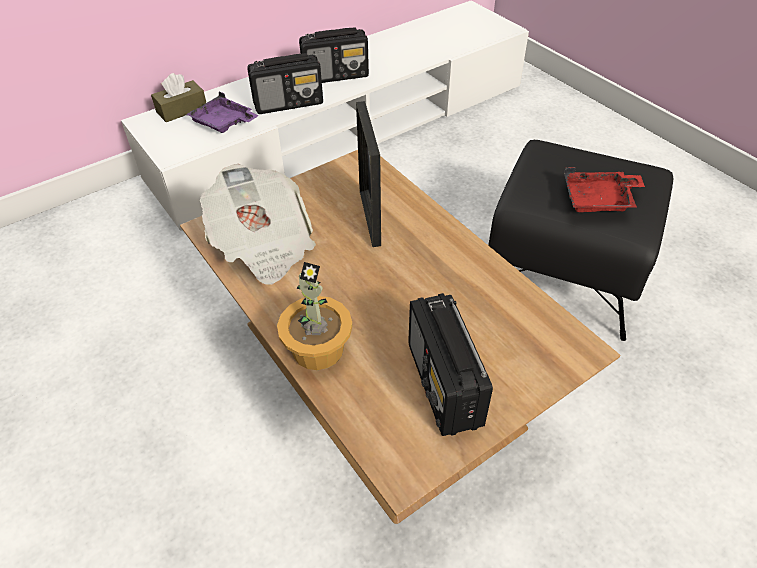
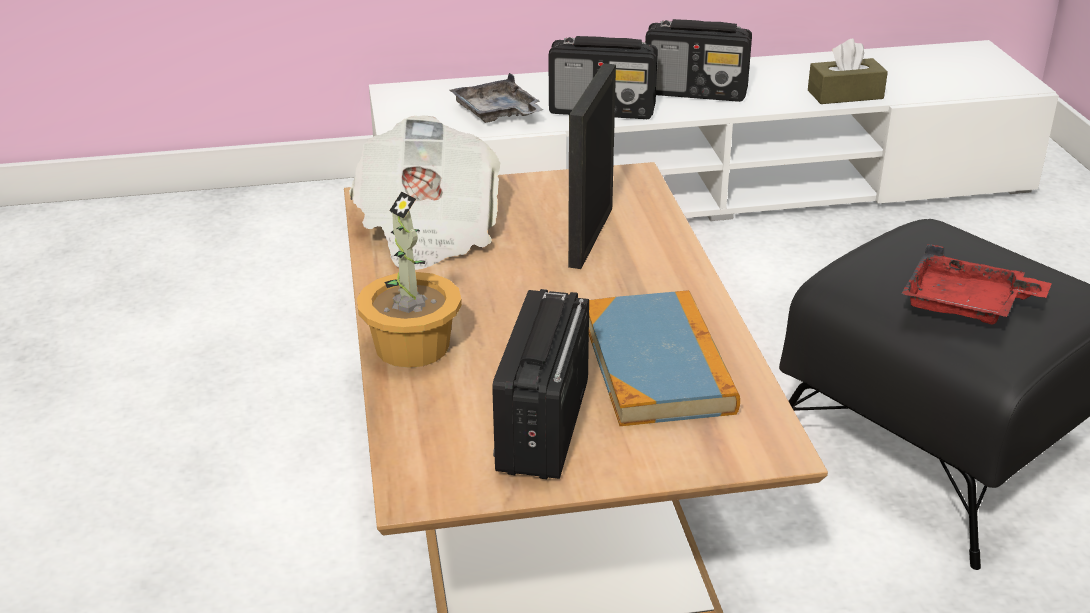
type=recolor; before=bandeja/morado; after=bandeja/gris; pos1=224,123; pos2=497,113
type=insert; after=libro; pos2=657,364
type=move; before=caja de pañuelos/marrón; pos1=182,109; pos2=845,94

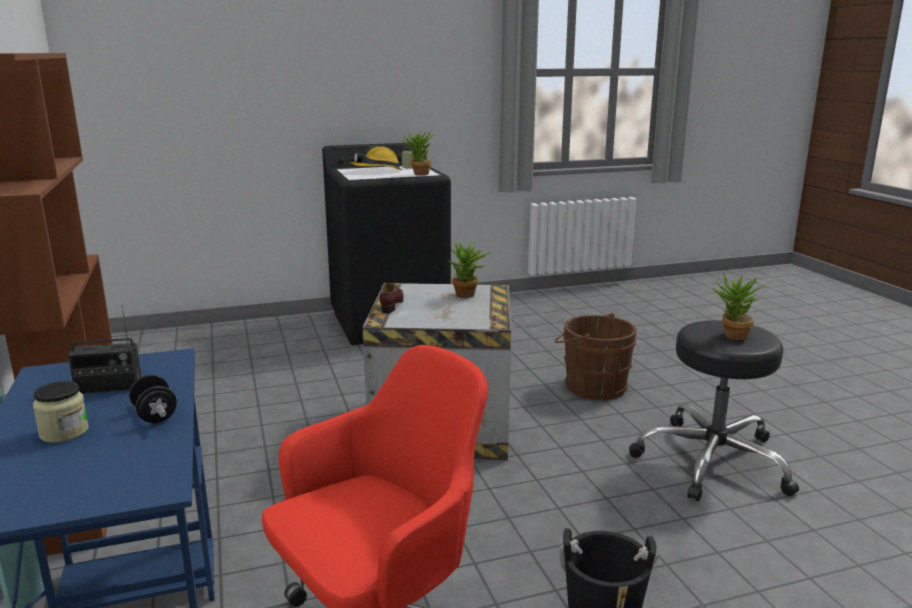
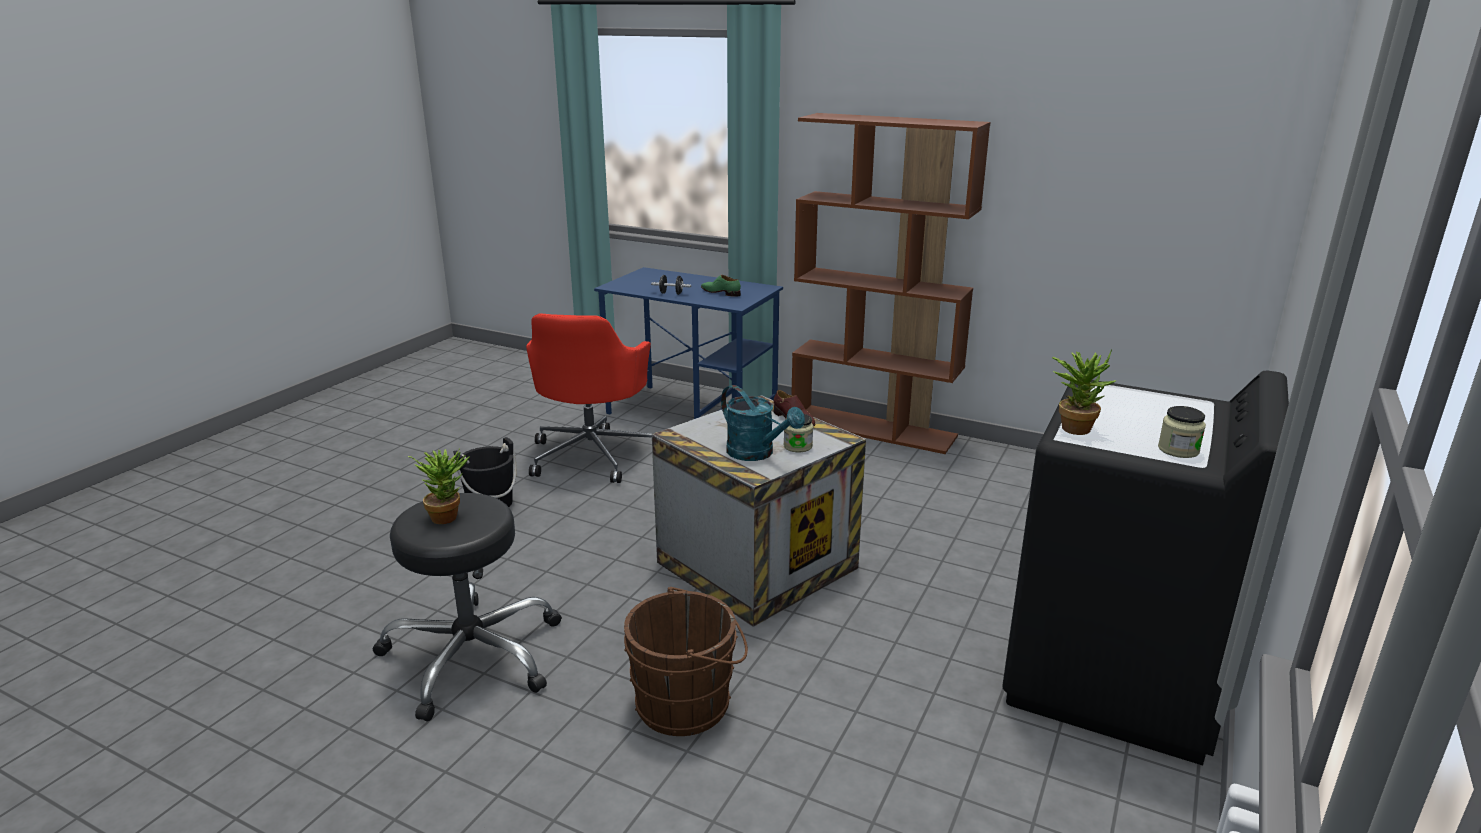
type=replace; before=radio; after=zapato/verde; pos1=109,387; pos2=720,292
type=replace; before=planta en maceta; after=regadera/turquesa; pos1=468,296; pos2=757,453
type=move; before=tarro; pos1=64,432; pos2=798,446
type=delete; before=casco; pos1=377,171

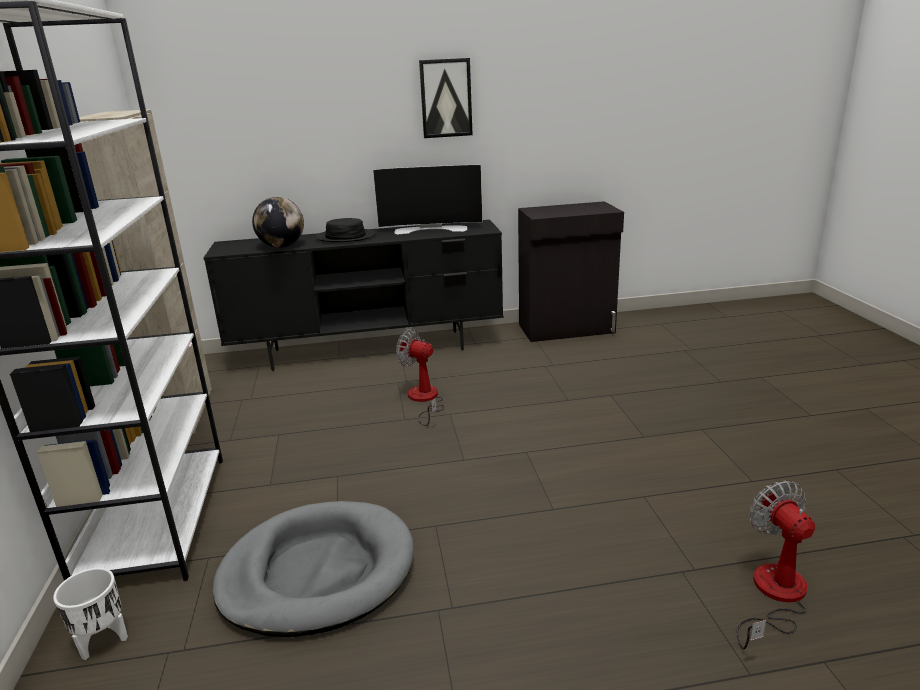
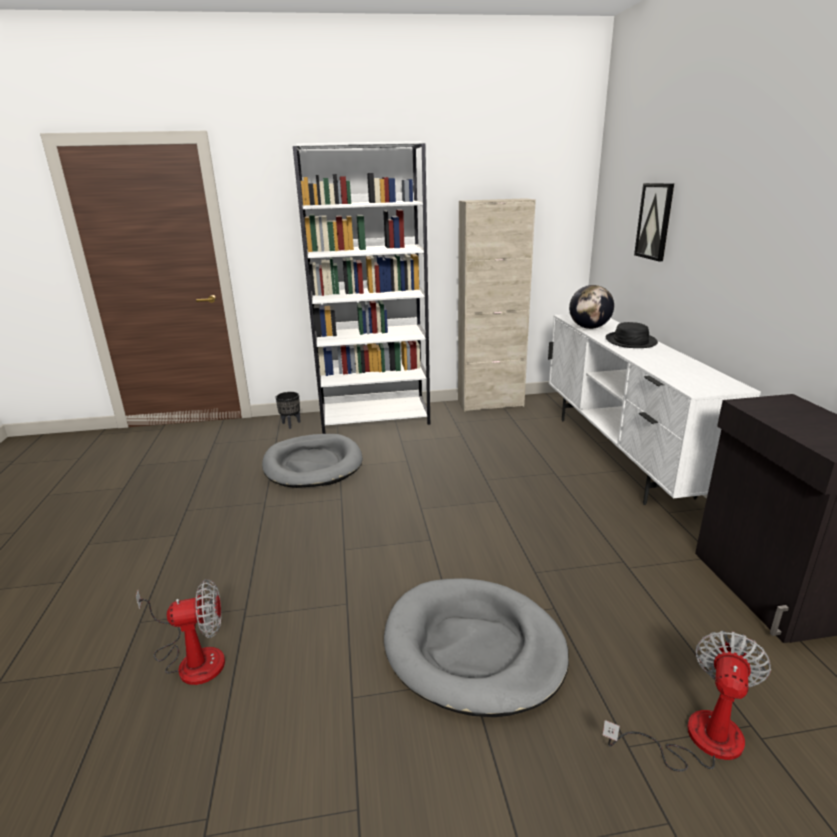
type=recolor; before=maceta/blanco; after=maceta/negro; pos1=103,640; pos2=291,424
type=insert; after=cama para perro/gris; pos2=473,648
type=recolor; before=mueble de televisión/negro; after=mueble de televisión/blanco; pos1=370,350; pos2=620,455
type=move; before=ventilador; pos1=424,400; pos2=696,739
type=move; before=cuadro; pos1=446,98; pos2=655,221
type=delete; before=televisor; pos1=431,229

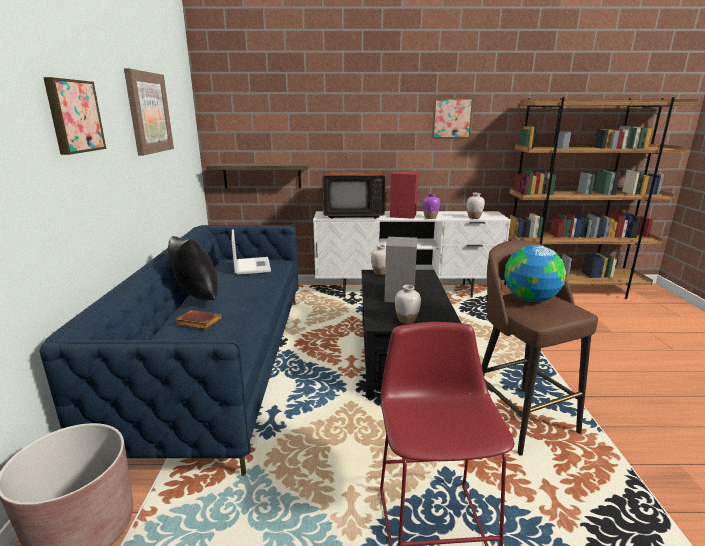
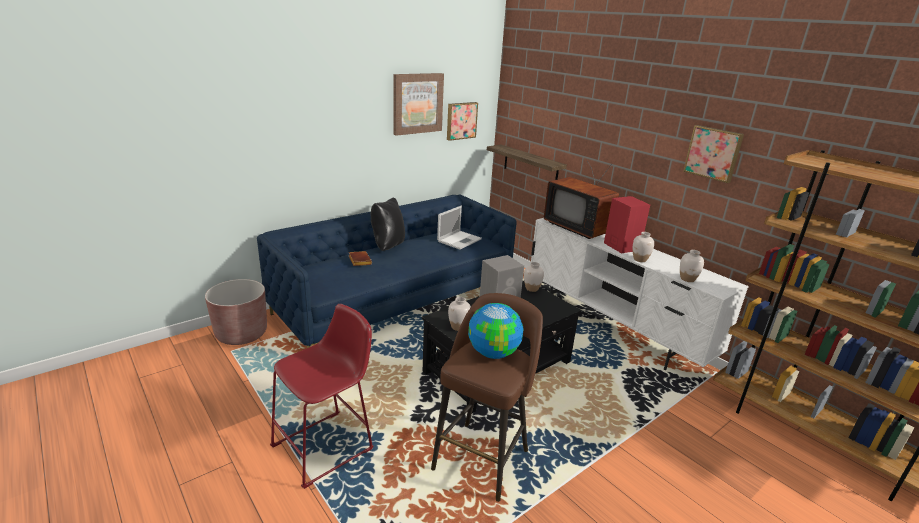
type=move; before=cuadro; pos1=73,116; pos2=461,120
type=recolor; before=florero/morado; after=florero/blanco; pos1=430,217; pos2=640,259

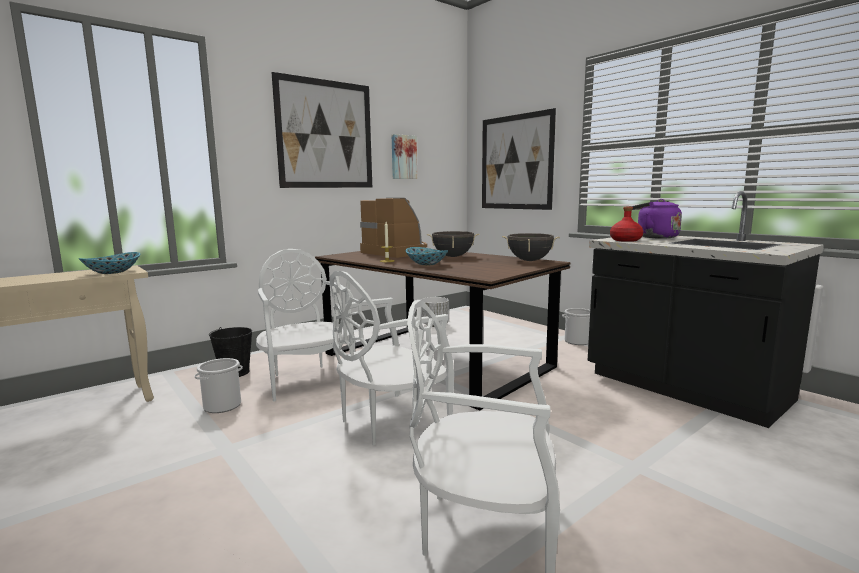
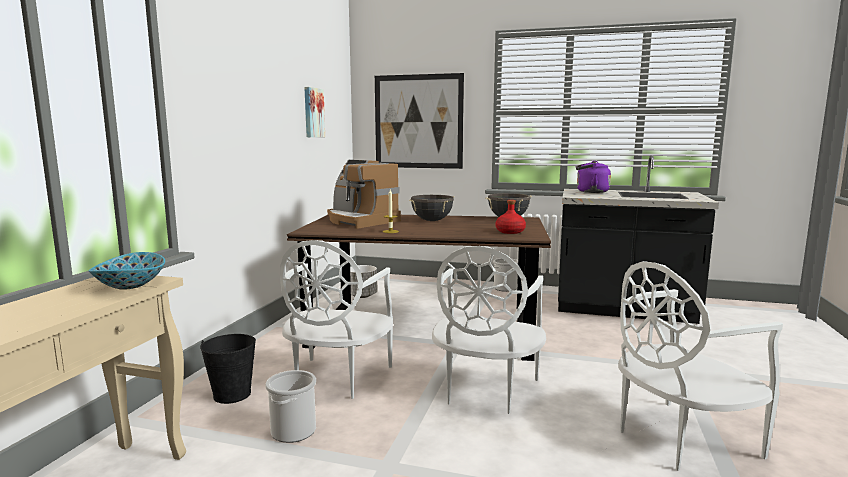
type=rotate; before=silla/blanco; pos1=307,380; pos2=337,379; turn=-105
type=rotate; before=cafetera; pos1=396,252; pos2=360,221; turn=-150
type=move; before=botella/rojo; pos1=625,240; pos2=510,232
type=delete; before=cuadro; pos1=325,134
type=delete; before=cuenco; pos1=426,264

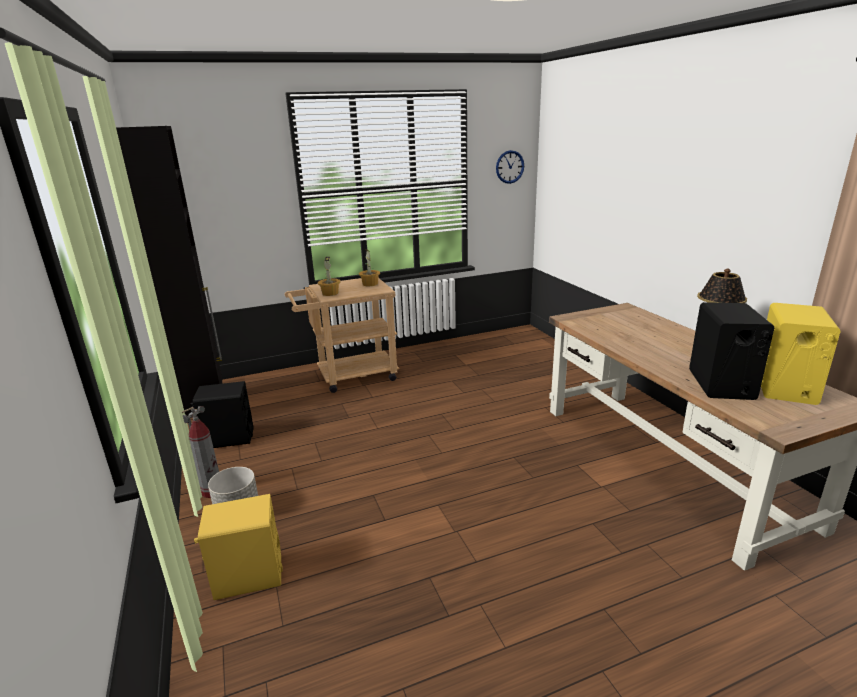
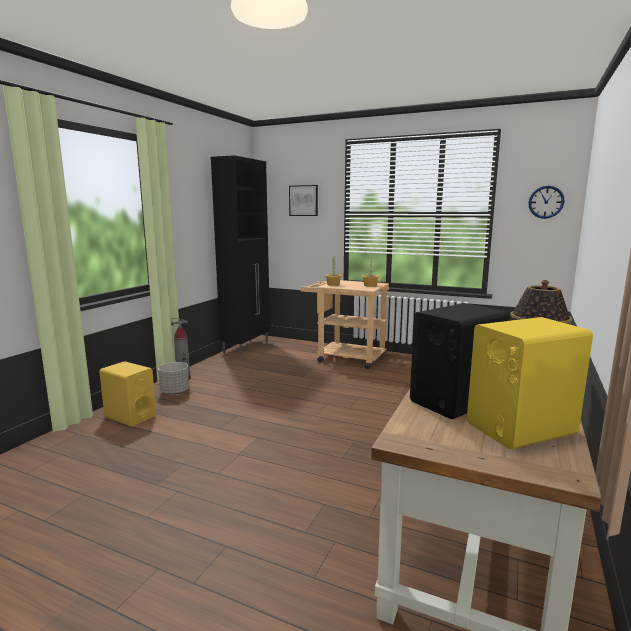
type=insert; after=cuadro; pos2=303,200
type=delete; before=altavoz/negro; pos1=229,438

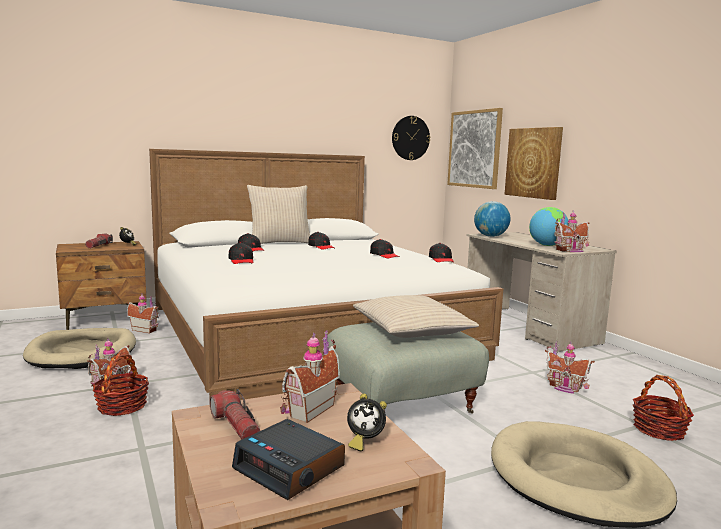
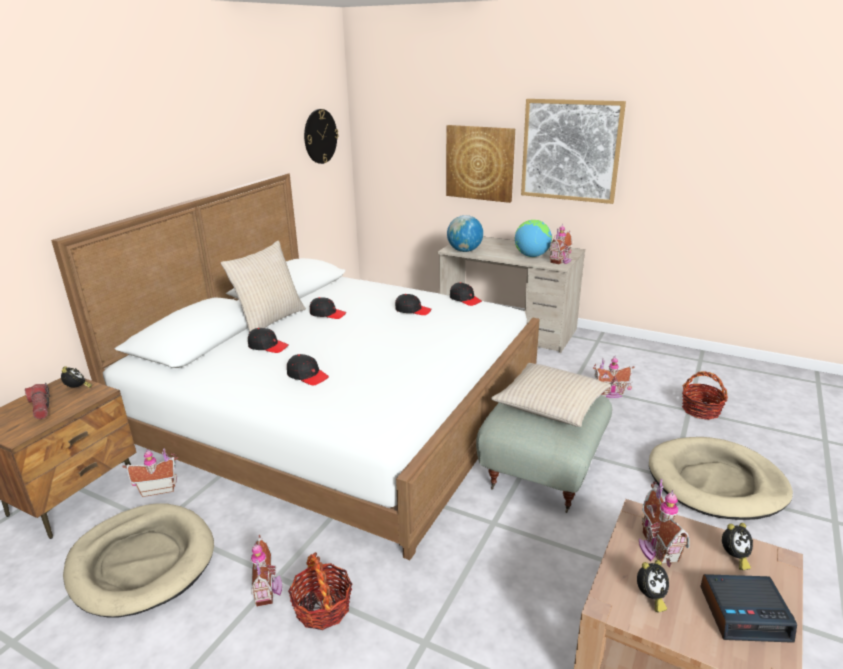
type=move; before=cuadro; pos1=474,149; pos2=570,150
type=replace; before=linterna; after=despertador; pos1=236,426; pos2=650,598

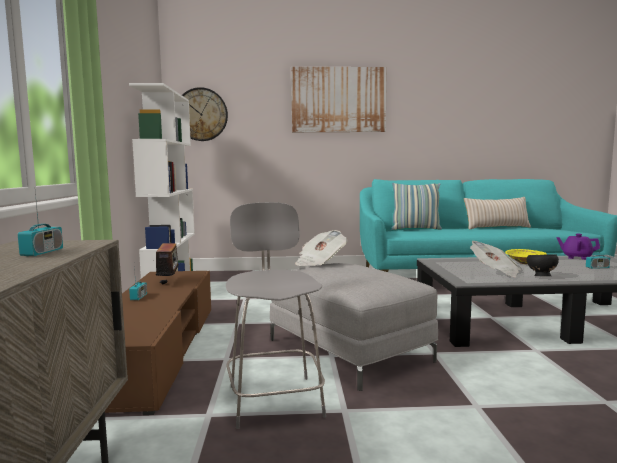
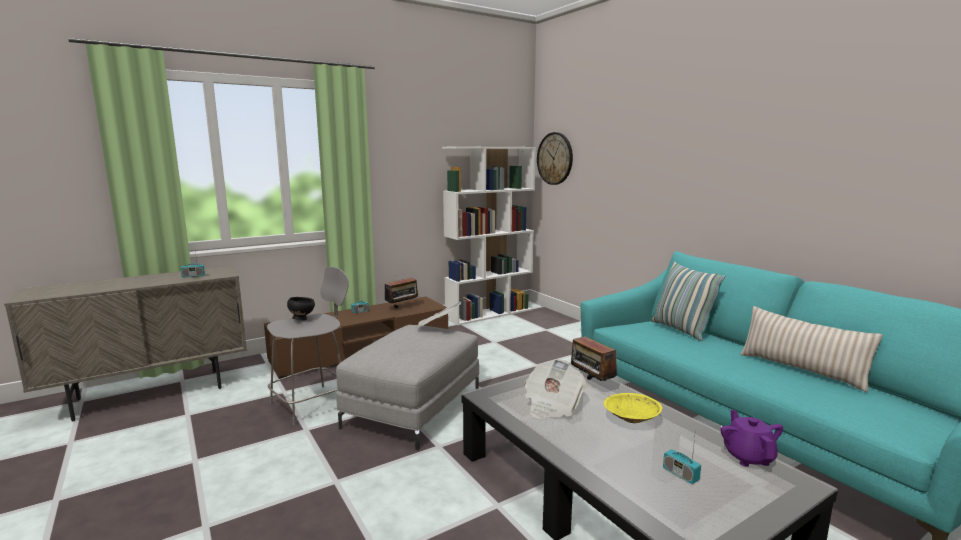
type=move; before=cuenco/negro; pos1=541,277; pos2=301,319
type=insert; after=radio; pos2=591,384
type=delete; before=cuadro; pos1=338,100

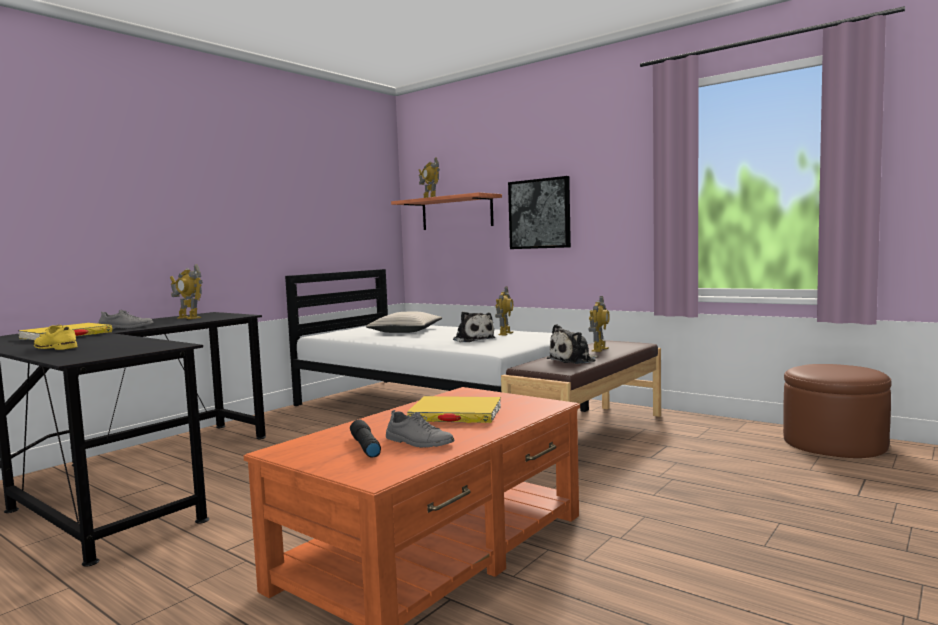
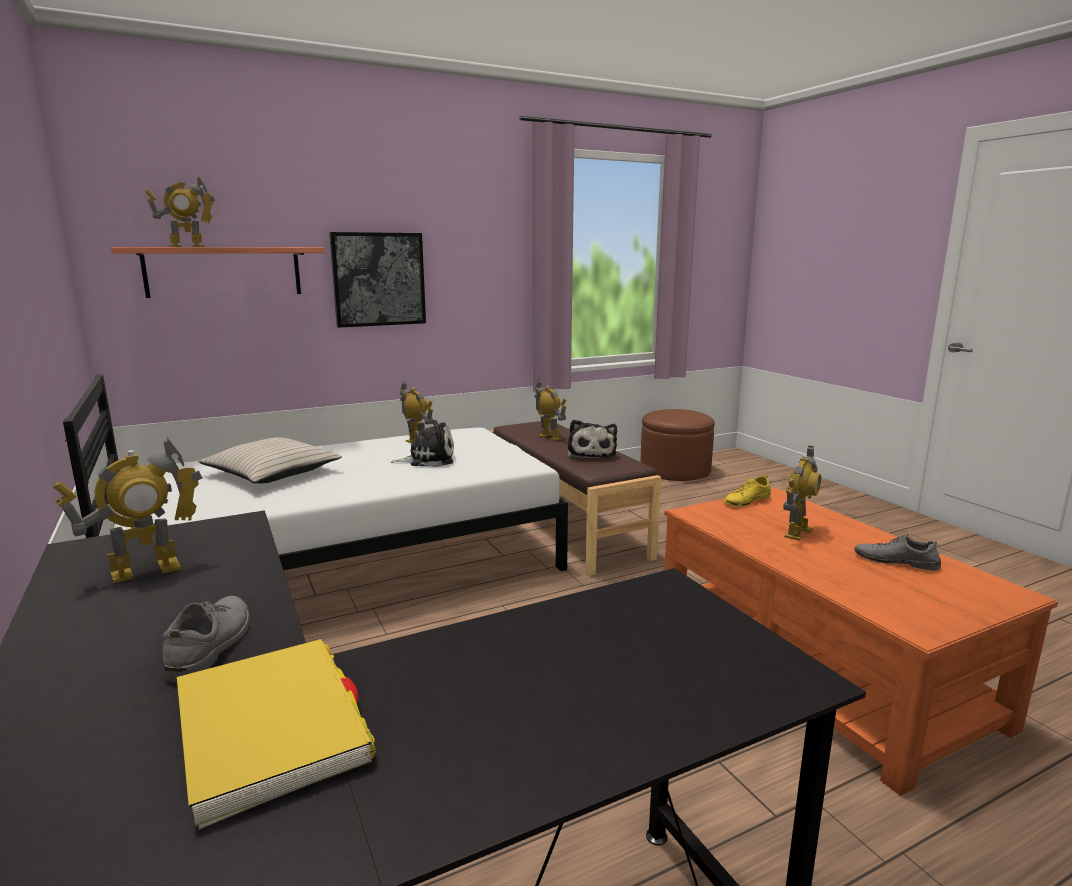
type=move; before=zapato/amarillo; pos1=56,348; pos2=746,500
type=replace; before=libro/amarillo; after=robot de juguete; pos1=455,415; pos2=797,532
type=rotate; before=zapato/gris; pos1=419,442; pos2=896,561; turn=-120
type=delete; before=linterna/negro; pos1=364,447

